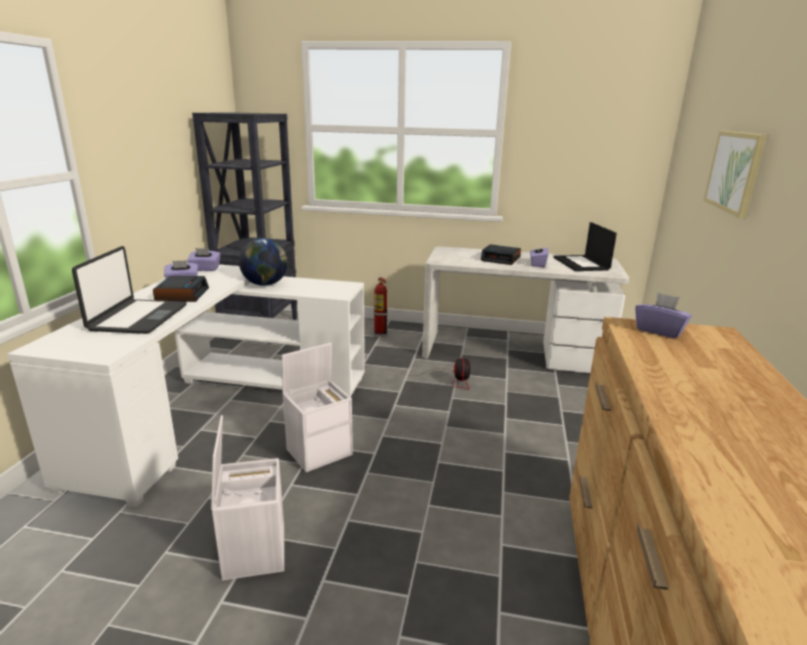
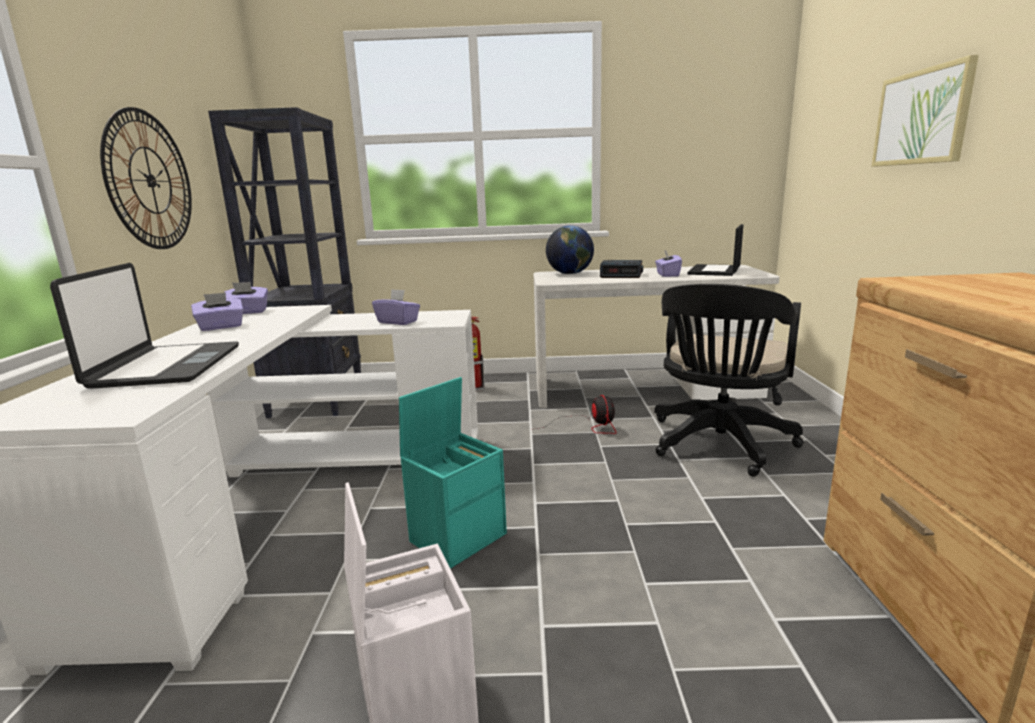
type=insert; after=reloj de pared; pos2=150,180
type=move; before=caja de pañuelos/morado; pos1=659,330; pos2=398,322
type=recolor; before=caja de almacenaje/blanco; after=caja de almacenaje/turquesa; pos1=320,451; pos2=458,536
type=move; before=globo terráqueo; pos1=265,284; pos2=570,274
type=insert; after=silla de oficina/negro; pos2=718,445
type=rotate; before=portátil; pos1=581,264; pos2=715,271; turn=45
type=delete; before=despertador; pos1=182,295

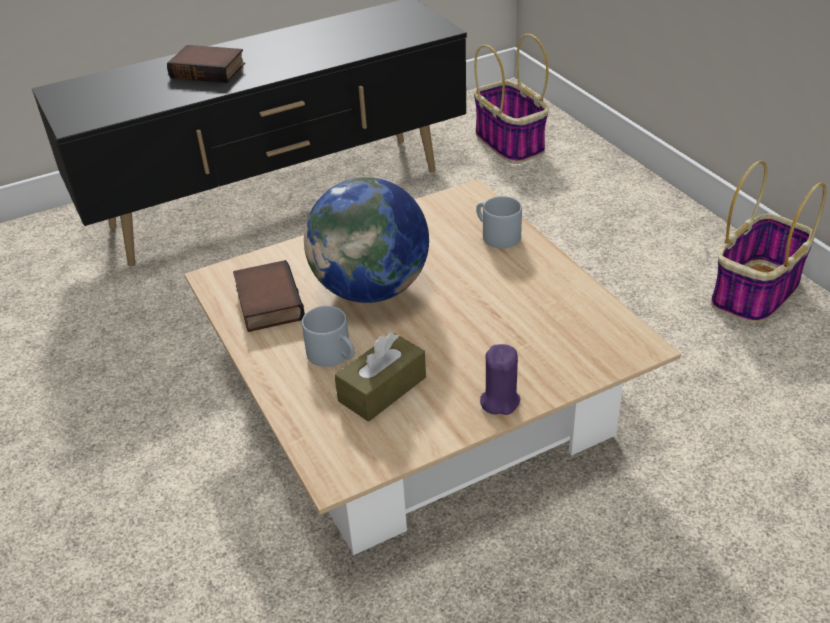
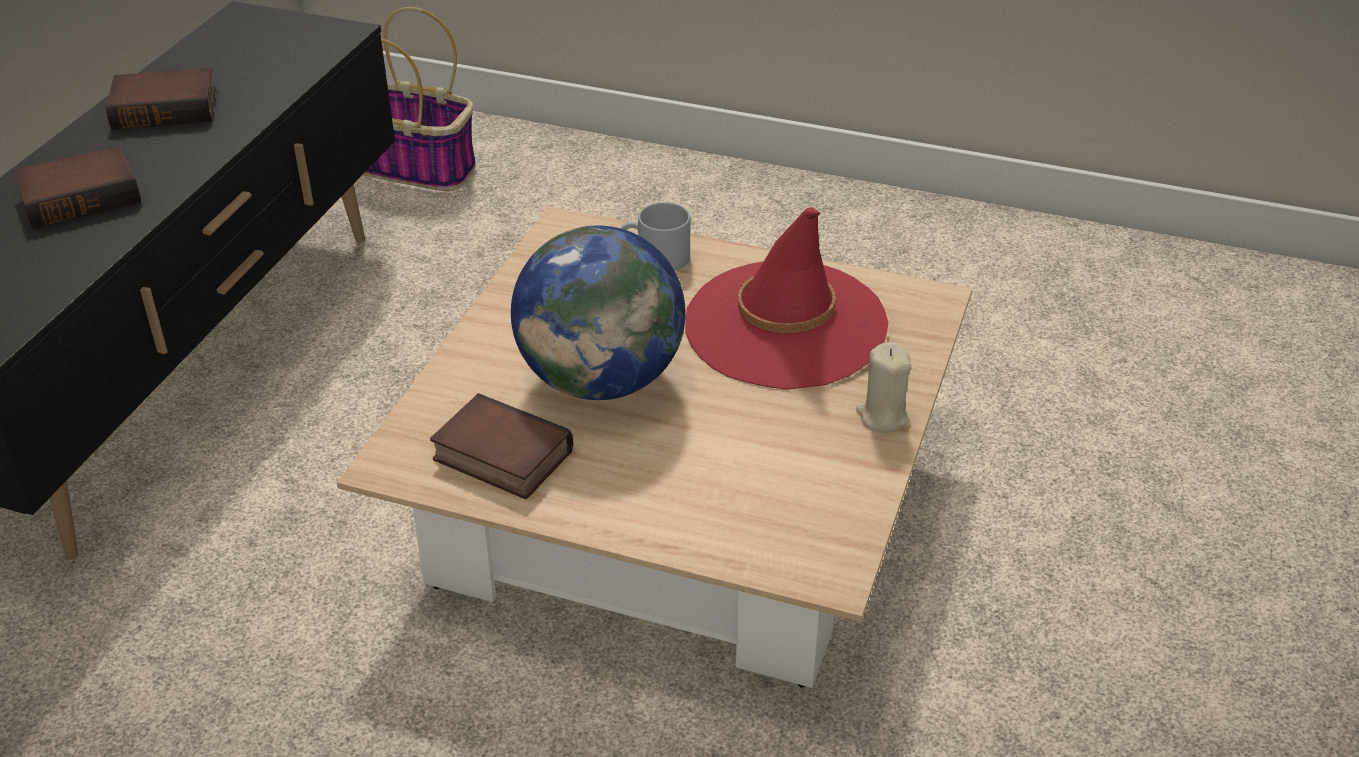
type=insert; after=libro; pos2=166,107
type=insert; after=sombrero/rojo; pos2=785,325
type=recolor; before=vela/morado; after=vela/beis; pos1=499,401; pos2=882,416
type=delete; before=taza grande/gris; pos1=334,355
type=delete; before=caja de pañuelos/marrón; pos1=382,389
type=delete; before=cesta; pos1=755,294

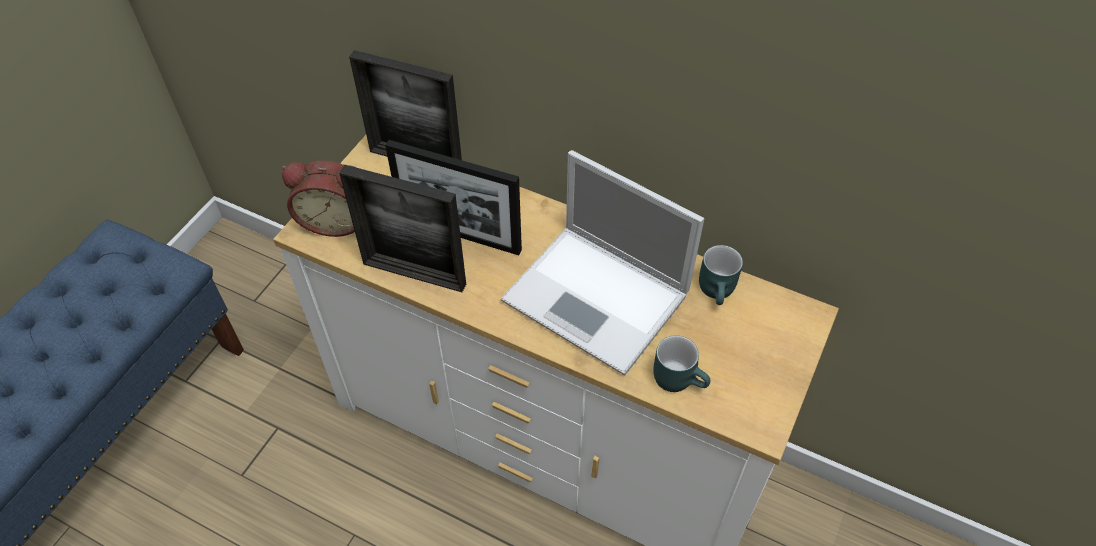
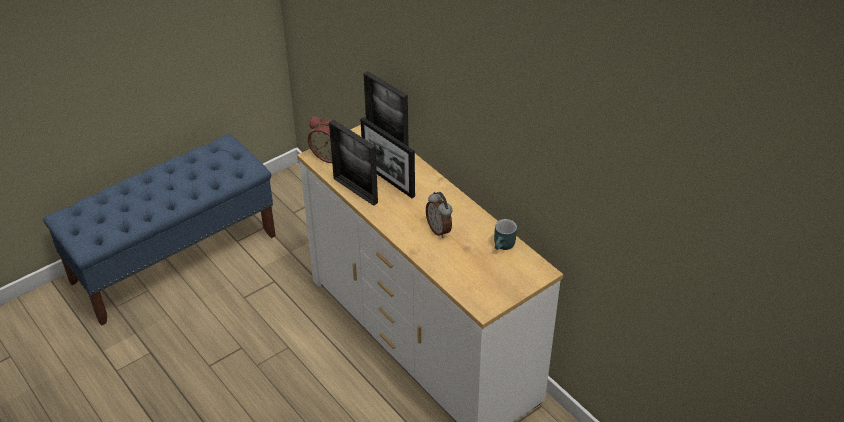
type=replace; before=portátil; after=despertador; pos1=598,299; pos2=439,230
type=delete; before=taza grande/turquesa; pos1=680,378

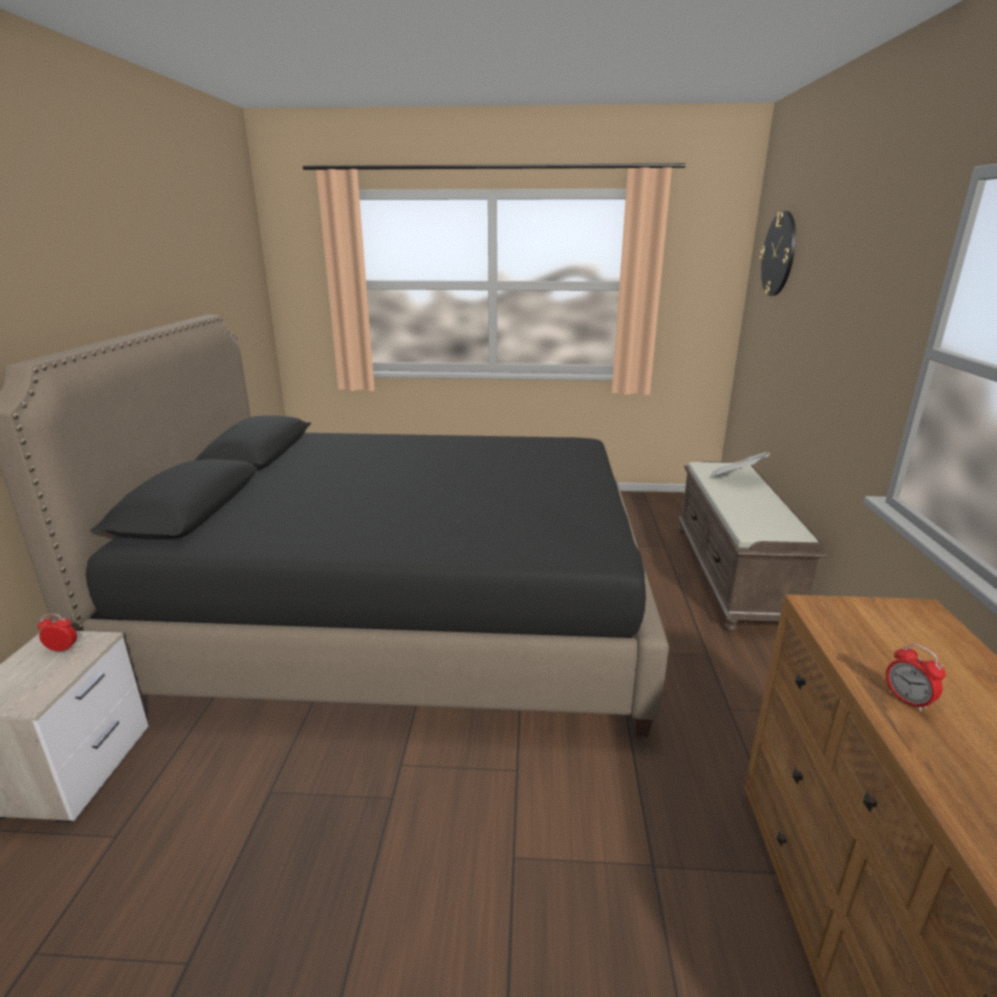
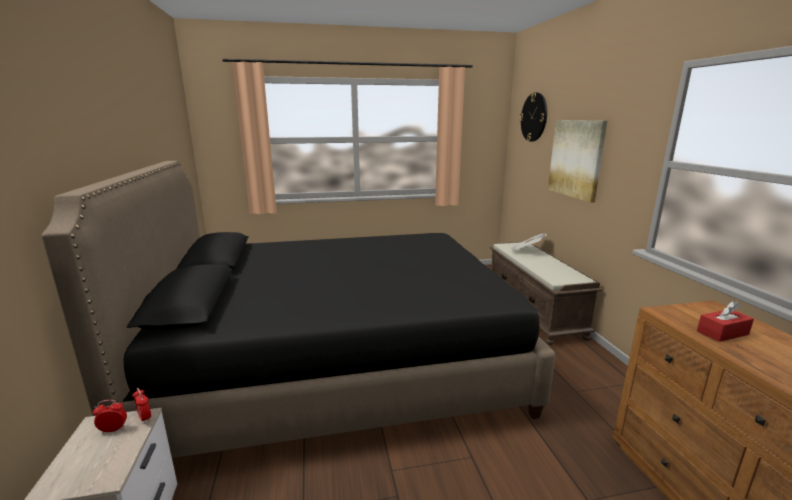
type=move; before=despertador; pos1=907,700; pos2=145,418
type=insert; after=cuadro; pos2=576,158
type=insert; after=caja de pañuelos/rojo; pos2=722,333

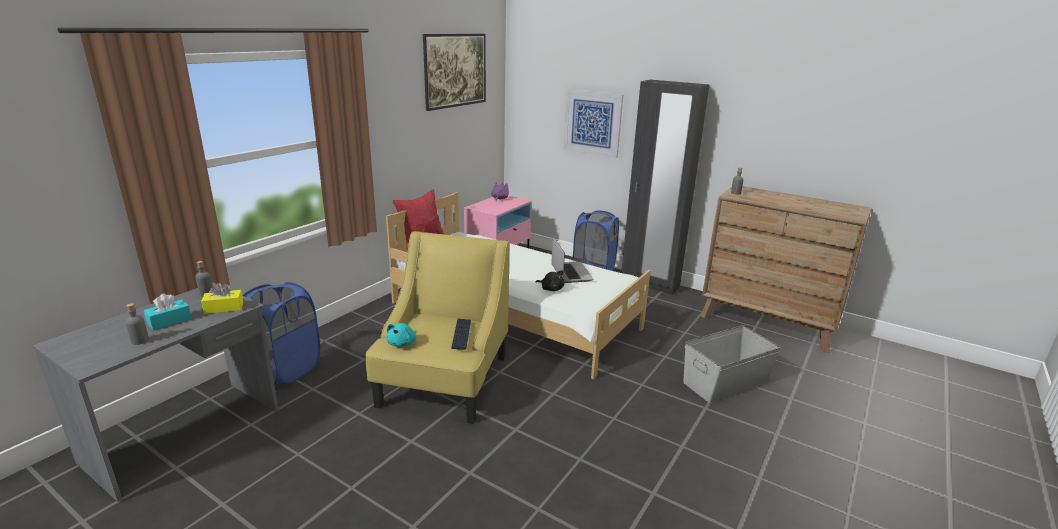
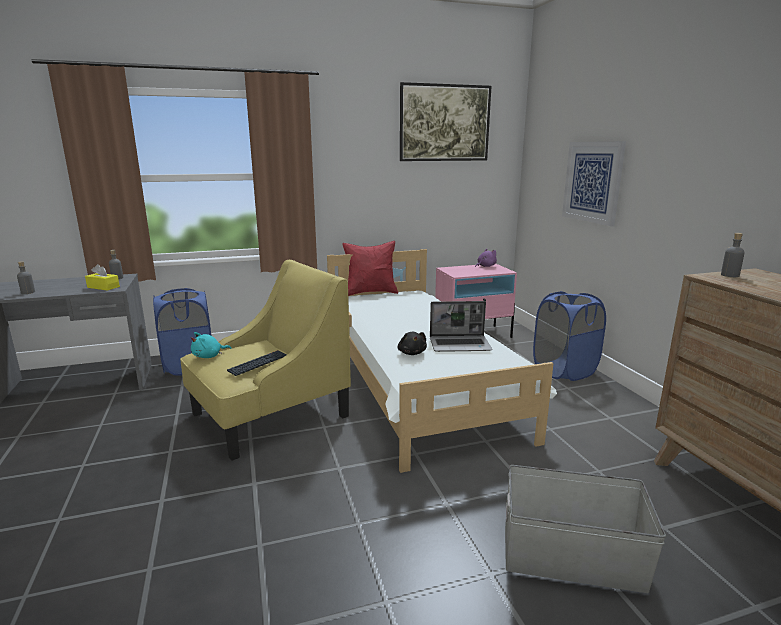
type=rotate; before=portátil; pos1=570,273; pos2=460,345; turn=60
type=delete; before=caja de pañuelos/turquesa; pos1=169,321
type=delete; before=armario ropero/negro; pos1=649,284

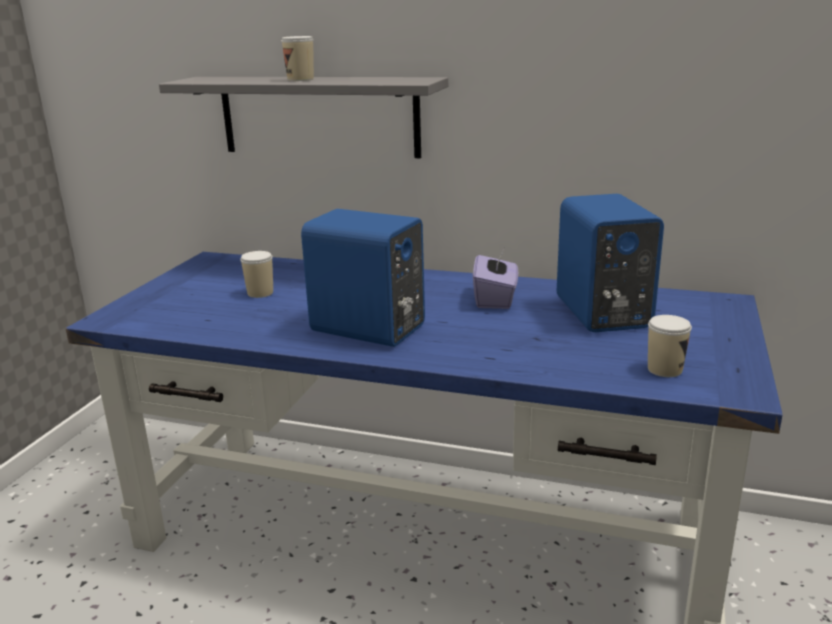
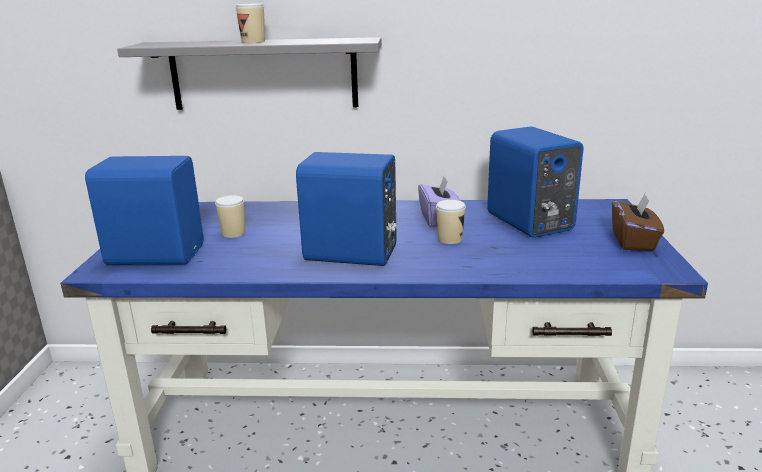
type=insert; after=altavoz/azul; pos2=155,254
type=move; before=taza; pos1=664,369; pos2=450,239
type=insert; after=caja de pañuelos/marrón; pos2=633,241

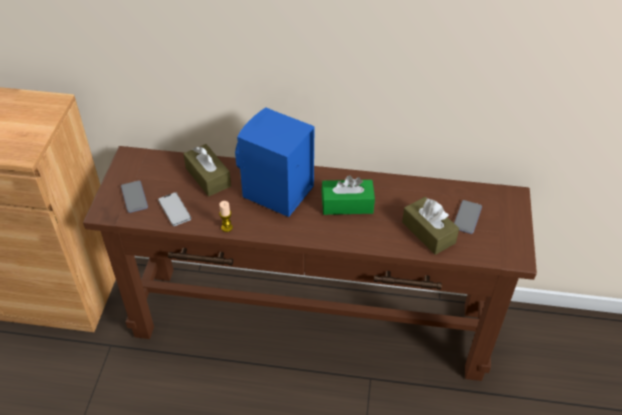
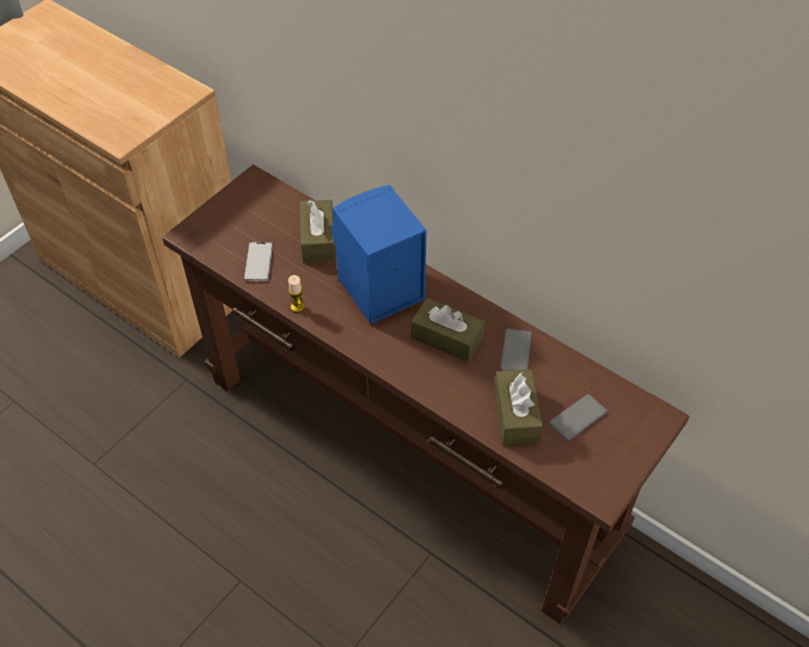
type=recolor; before=caja de pañuelos/verde; after=caja de pañuelos/marrón; pos1=347,204; pos2=447,338
type=move; before=móvil; pos1=134,197; pos2=515,352

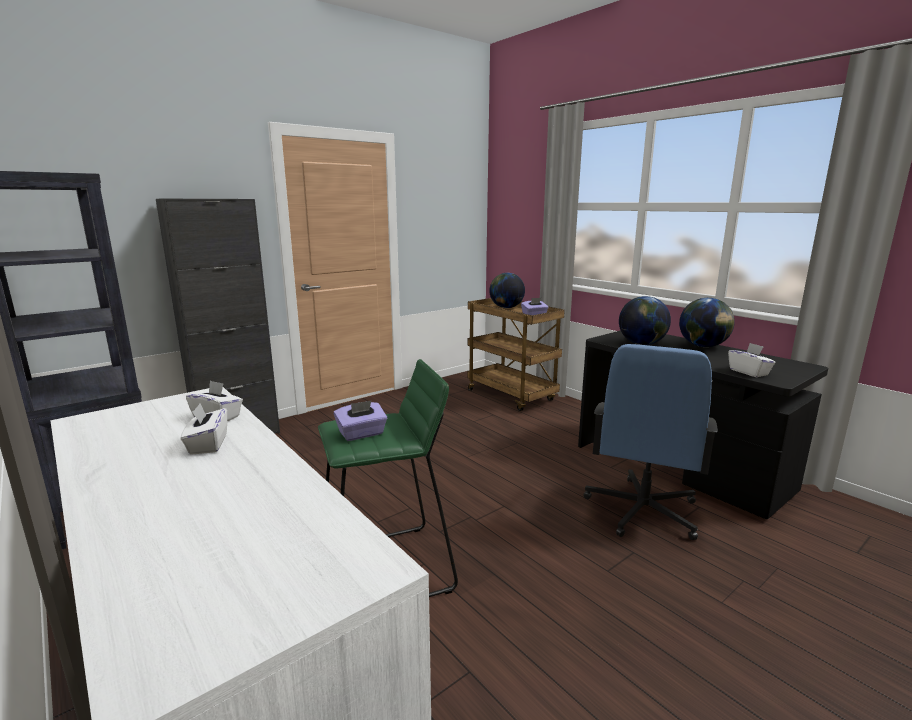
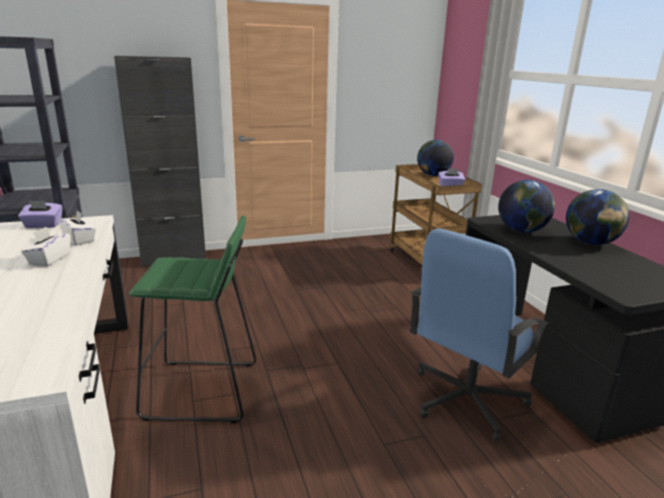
type=move; before=caja de pañuelos/morado; pos1=361,434; pos2=43,225
type=delete; before=caja de pañuelos/blanco; pos1=749,372

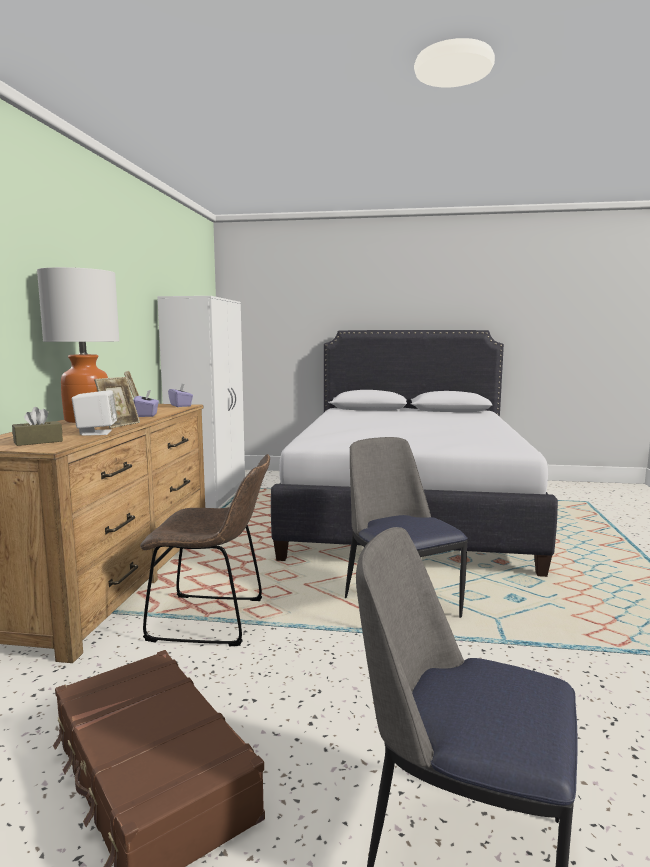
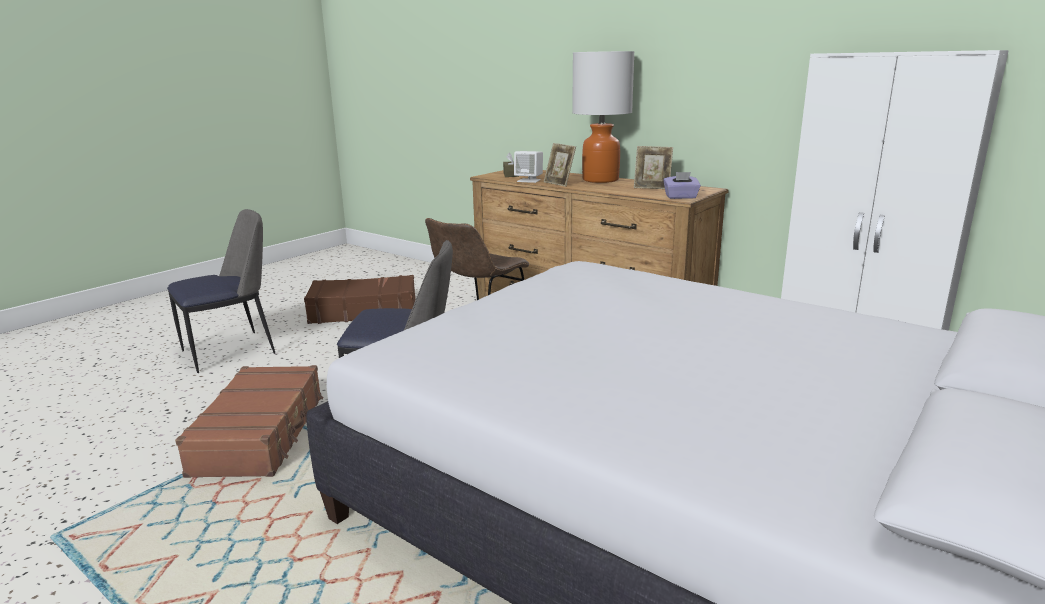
type=insert; after=maleta/marrón; pos2=261,434
type=delete; before=caja de pañuelos/morado; pos1=147,415

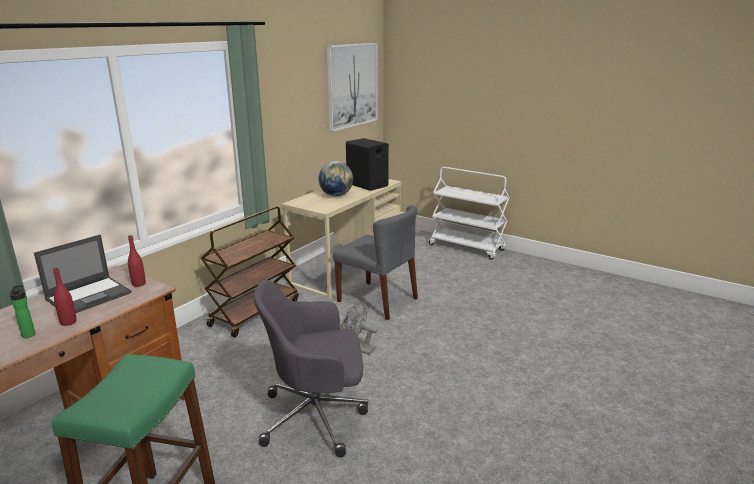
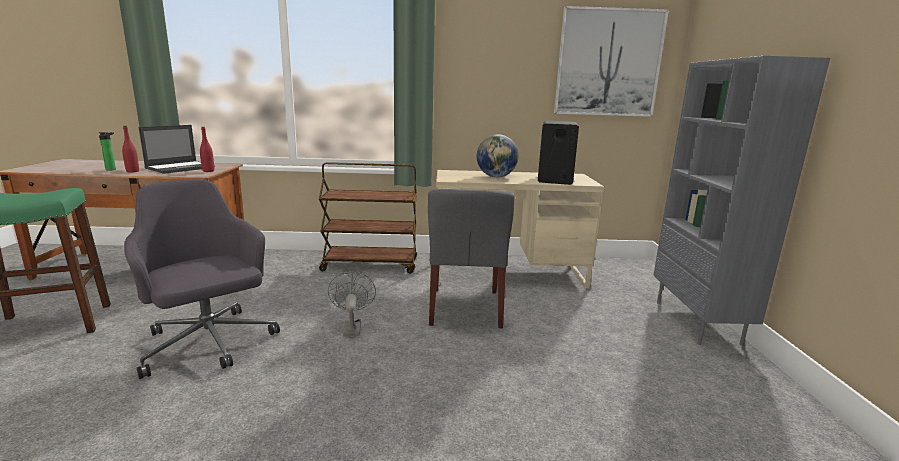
type=rotate; before=portátil; pos1=89,296; pos2=181,167; turn=-60
type=replace; before=carrito/blanco; after=estantería/gris; pos1=467,247; pos2=698,322

